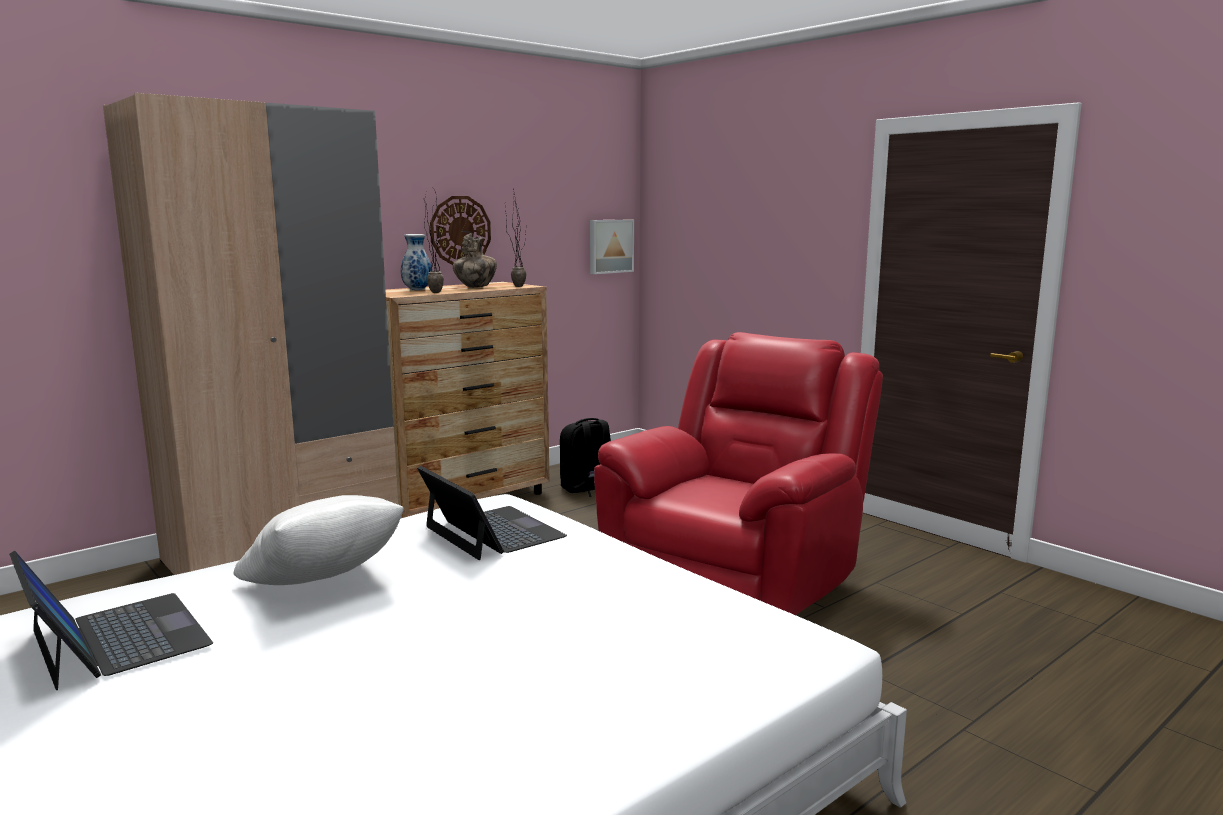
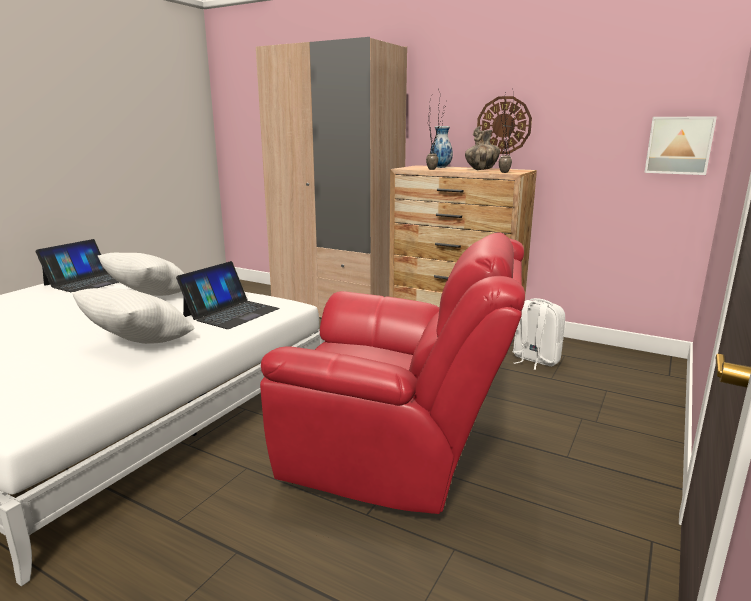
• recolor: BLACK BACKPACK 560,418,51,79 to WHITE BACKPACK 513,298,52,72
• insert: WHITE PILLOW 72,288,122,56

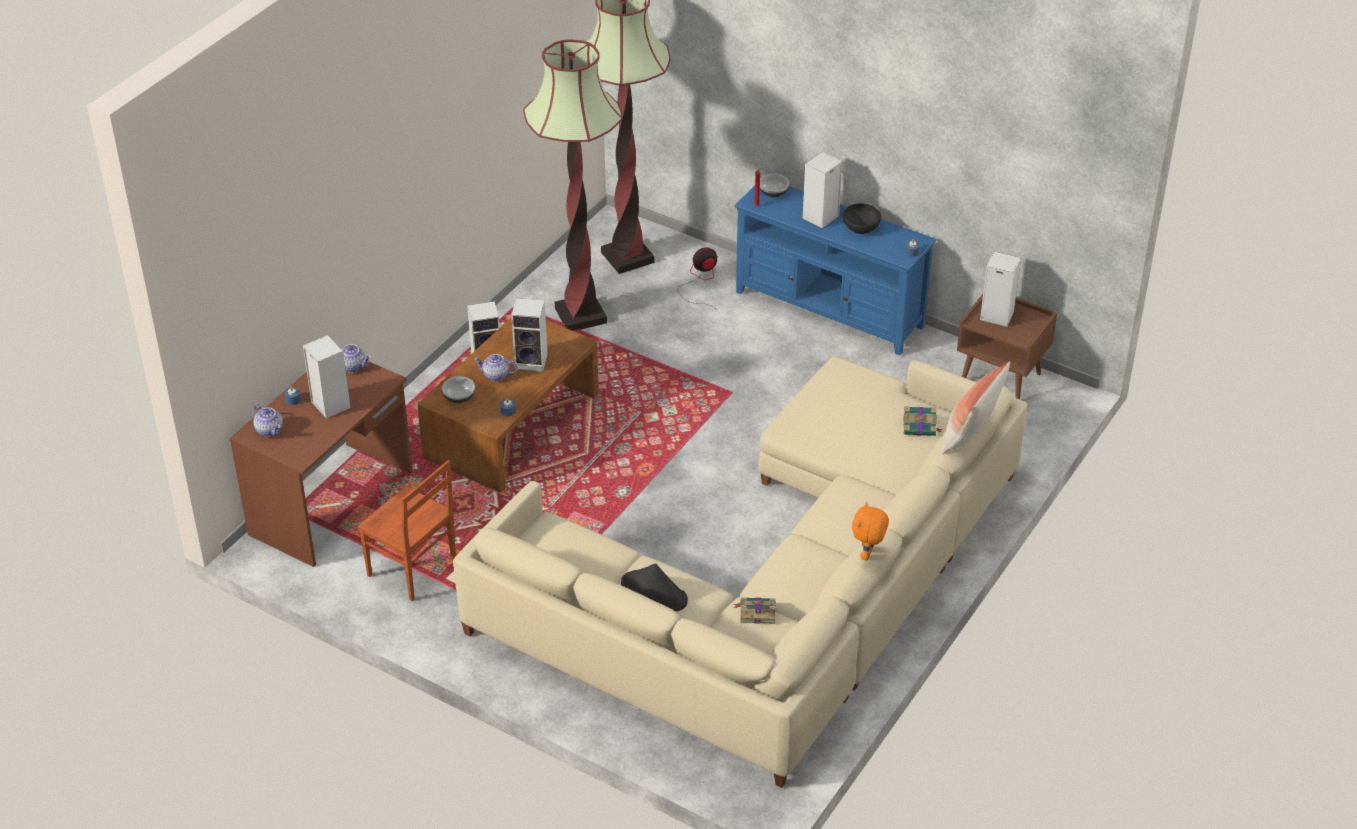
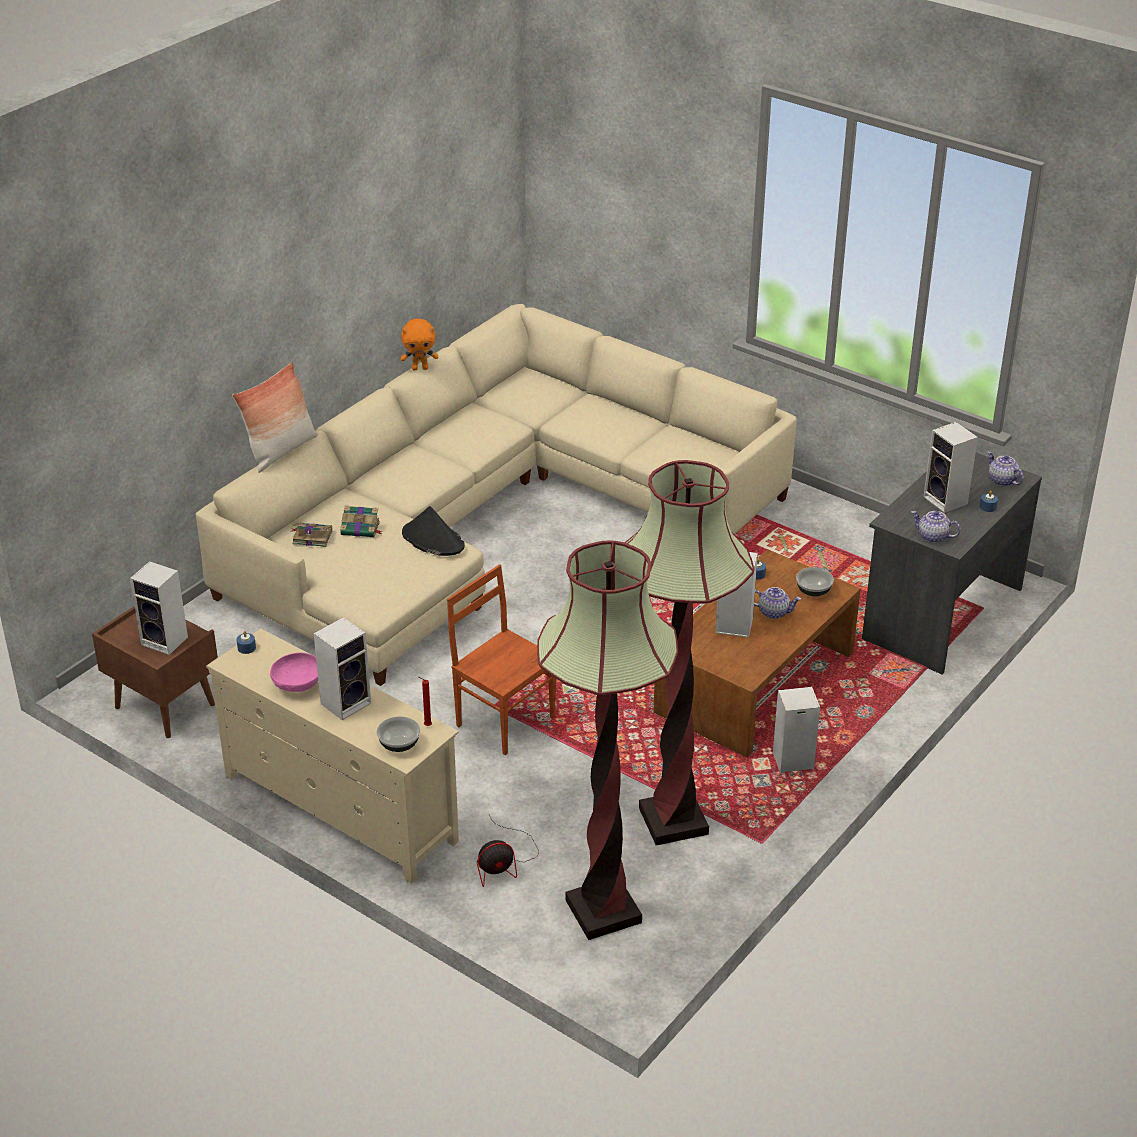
• recolor: BLUE TV STAND 734,185,203,170 to BEIGE TV STAND 206,628,253,256
• recolor: BLACK BOWL 843,203,38,31 to PINK BOWL 270,653,48,39
• recolor: BROWN DESK 229,361,184,206 to GREY DESK 862,453,180,221
• move: BROWN CHAIR 358,460,98,141 to 447,564,109,191
• rotate: ORANGE PLUSH TOY 852,502,37,59 = 401,319,37,51 60 degrees clockwise
• move: BLACK HAT 621,563,67,48 to 402,506,63,50
• move: BOOK 734,597,42,27 to 340,506,43,31

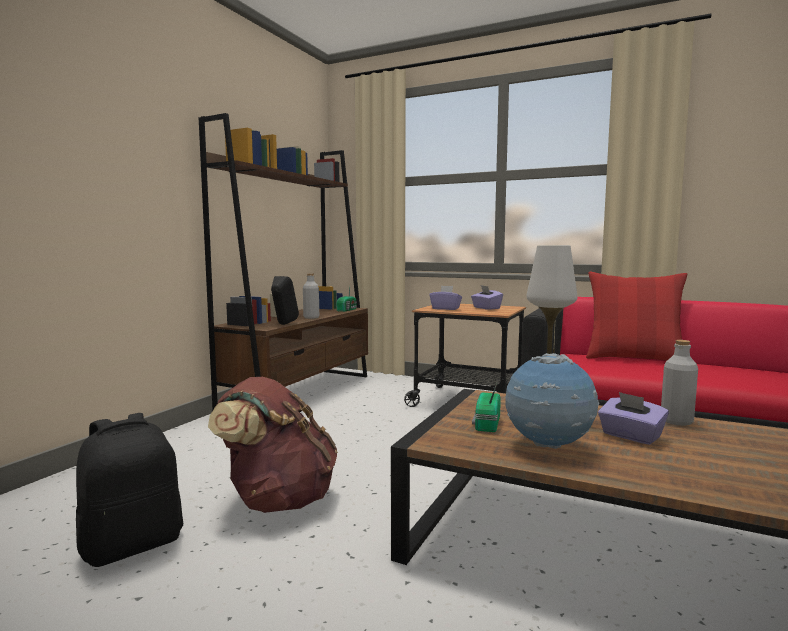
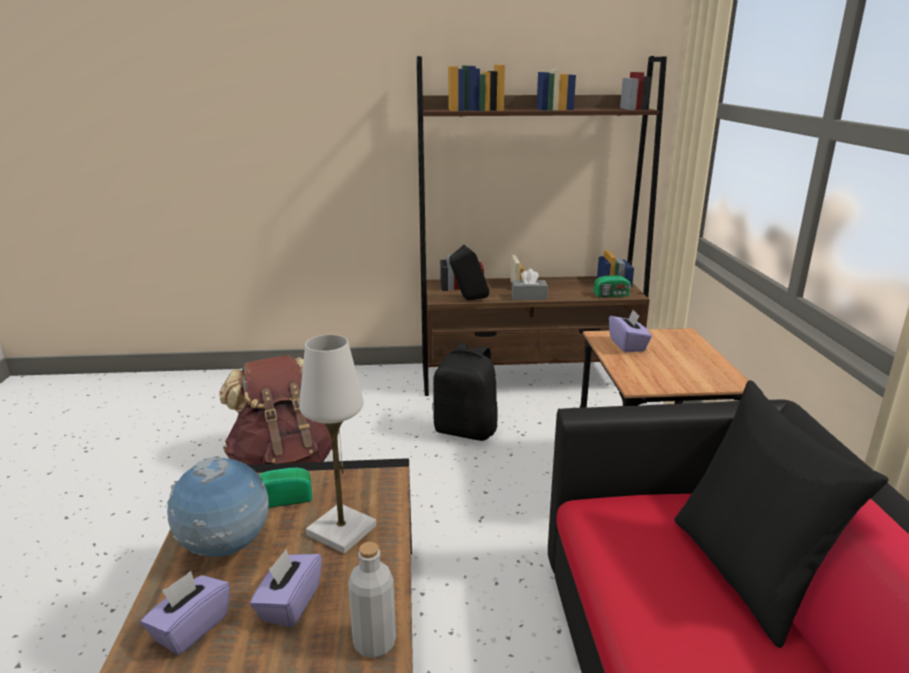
• recolor: RED PILLOW 586,272,101,89 to BLACK PILLOW 674,380,214,268
• replace: GREY BOTTLE 303,273,16,46 to GREY TISSUE BOX 512,269,36,31
• move: PURPLE TISSUE BOX 471,285,32,25 to 141,571,89,84
• move: BLACK BACKPACK 76,413,107,154 to 433,343,64,98

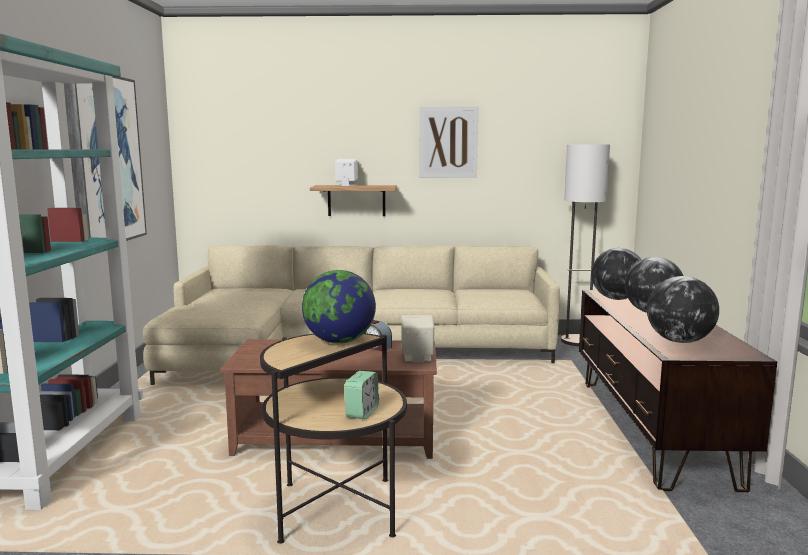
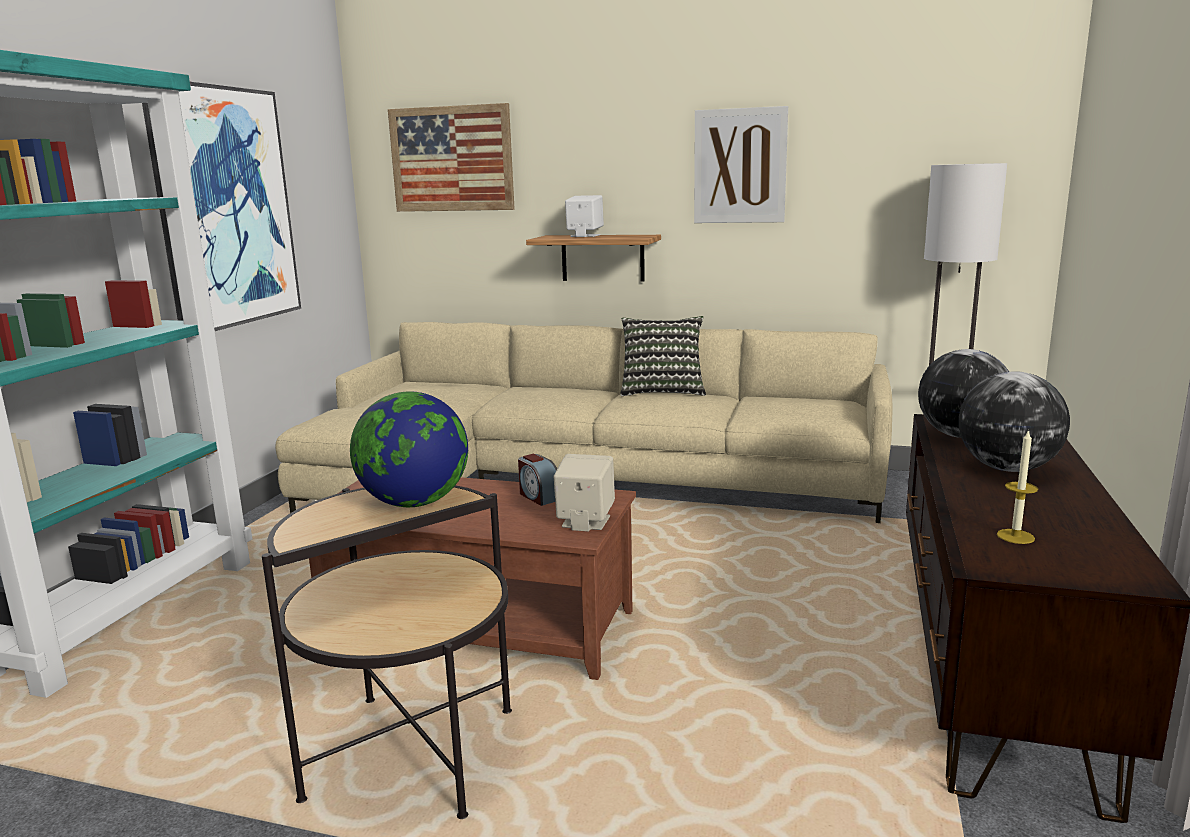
• replace: GLOBE 647,276,72,67 to CANDLE 997,429,41,115
• delete: ALARM CLOCK 344,371,35,48
• insert: PICTURE 388,103,127,109
• insert: PILLOW 620,316,86,80

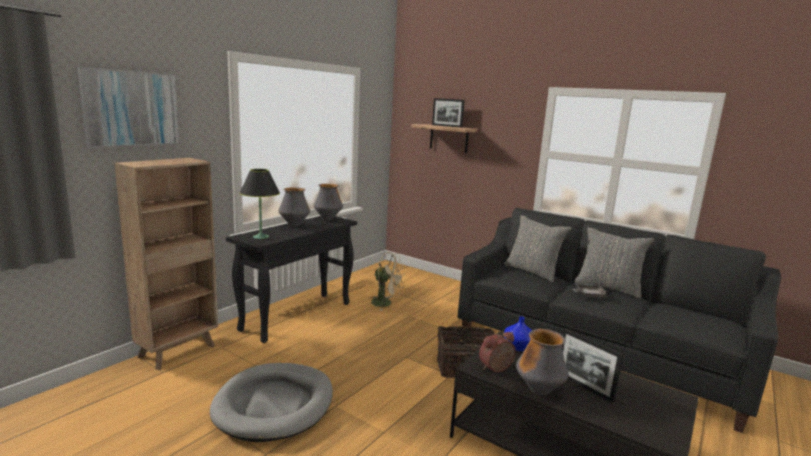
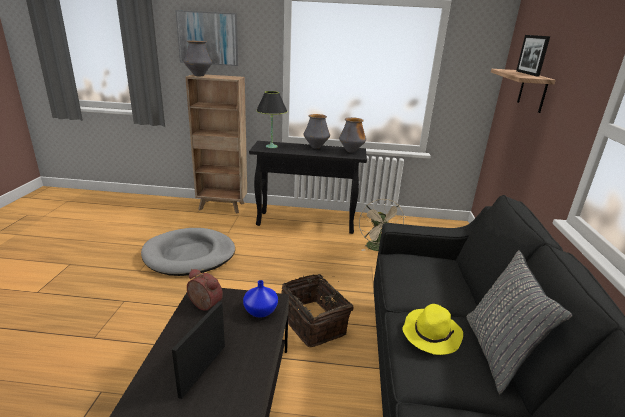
• delete: GREY PILLOW 504,215,68,68
• replace: GREY TRAY 573,283,37,15 to YELLOW HAT 402,304,61,51
• move: VASE 516,329,53,66 to 184,41,28,35

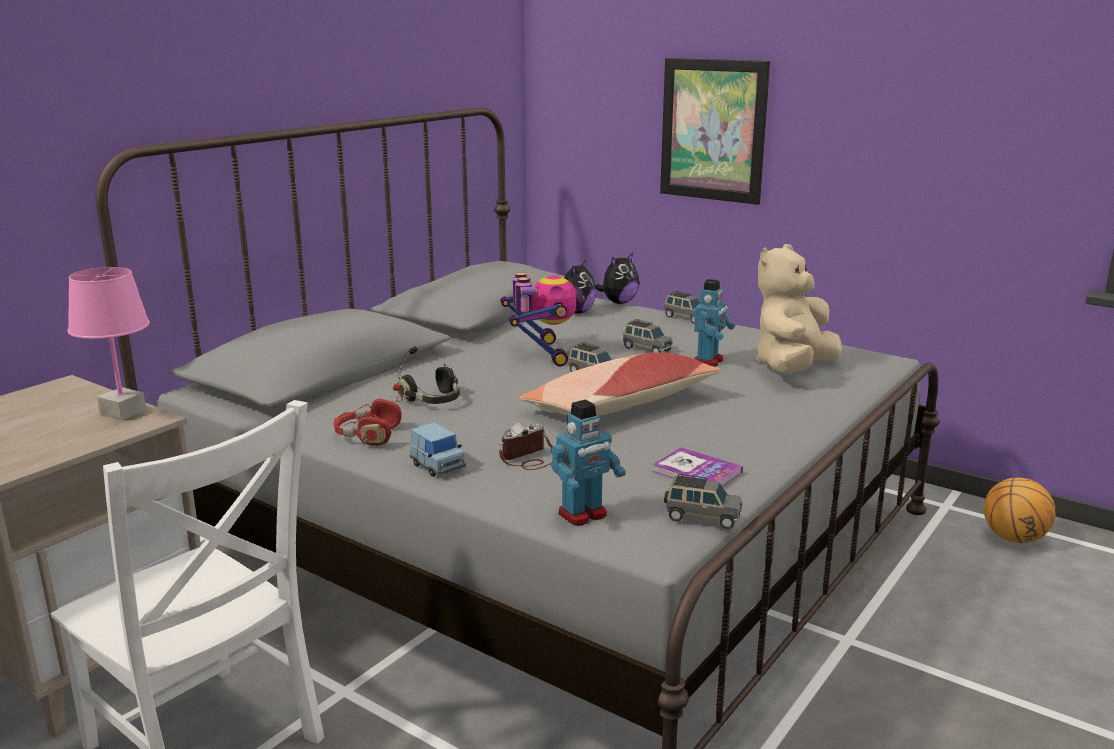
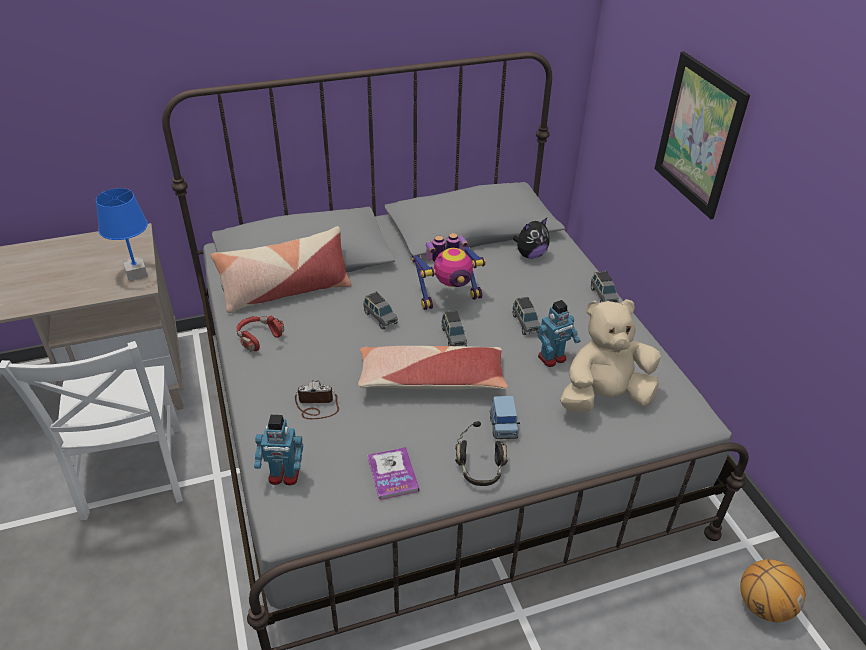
• delete: PLUSH TOY 595,252,44,52
• recolor: PINK TABLE LAMP 67,267,83,153 to BLUE TABLE LAMP 96,188,52,93
• rotate: TOY ROBOT 500,272,85,95 = 411,233,75,77 45 degrees clockwise
• move: BLACK HEADPHONES 397,346,63,58 to 455,421,53,65
• move: BLUE TOY CAR 410,423,56,54 to 490,396,30,43
• move: GREY TOY CAR 664,474,78,55 to 364,292,34,38
• insert: PILLOW 211,226,140,87

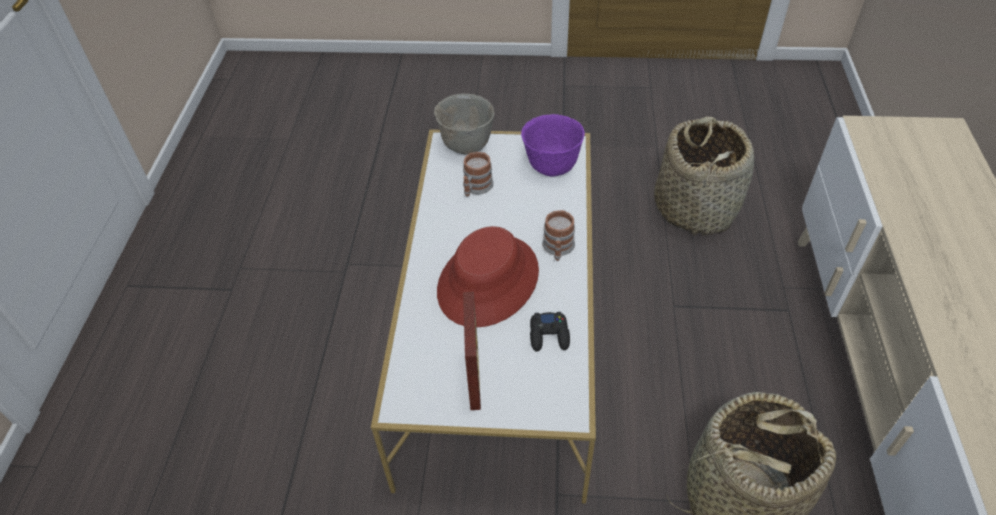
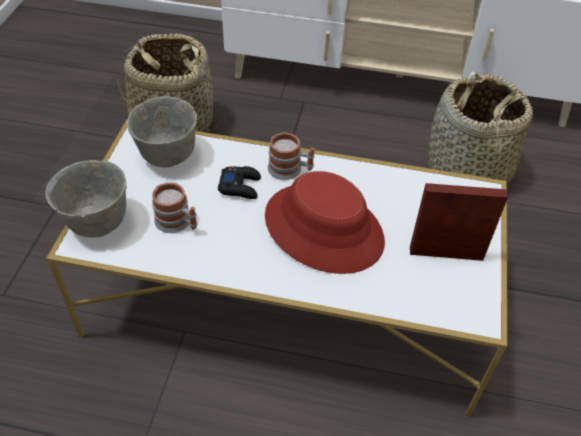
• recolor: PURPLE BOWL 521,114,64,63 to GREY BOWL 127,97,70,71
• move: BLACK GAME CONTROLLER 530,312,40,40 to 218,166,43,33

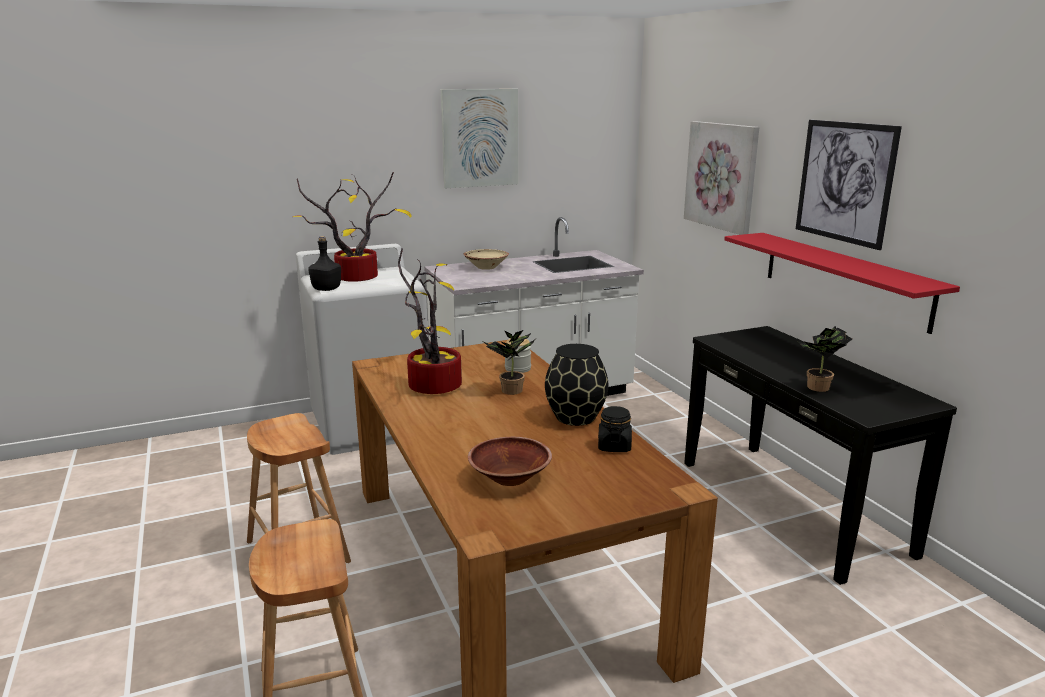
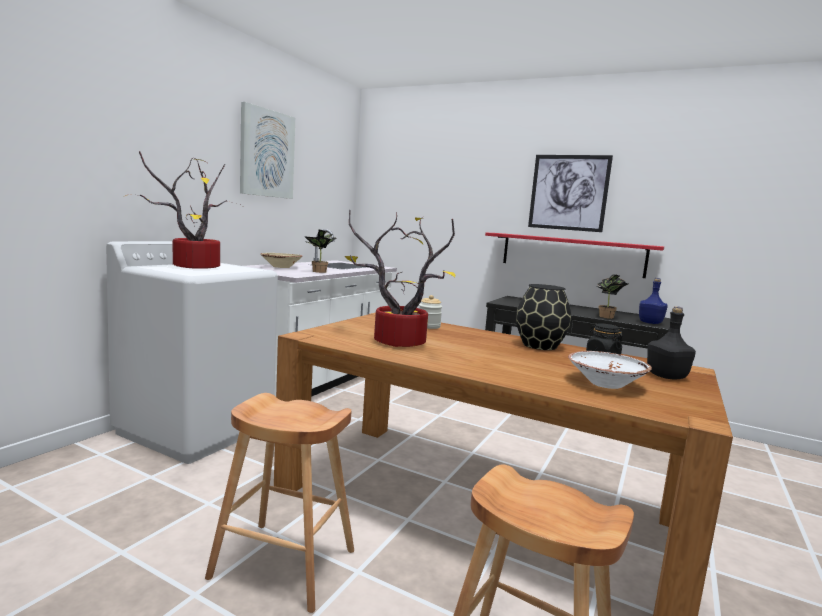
• delete: PICTURE 684,121,75,114
• move: BLACK BOTTLE 308,236,33,55 to 647,306,49,73
• move: POTTED PLANT 483,330,53,65 to 304,229,32,44
• recolor: BROWN BOWL 468,437,84,49 to WHITE BOWL 568,351,84,38
• insert: BLUE BOTTLE 639,278,29,46

